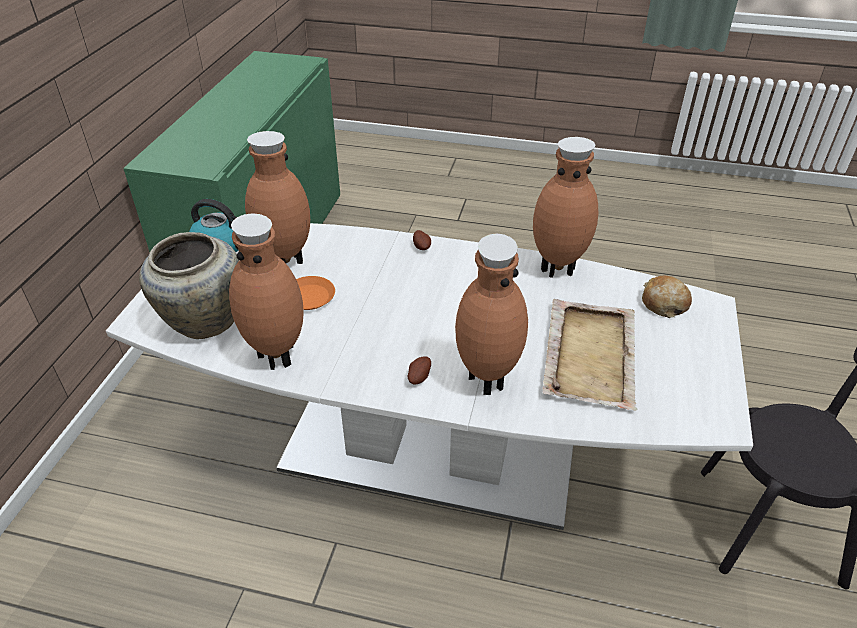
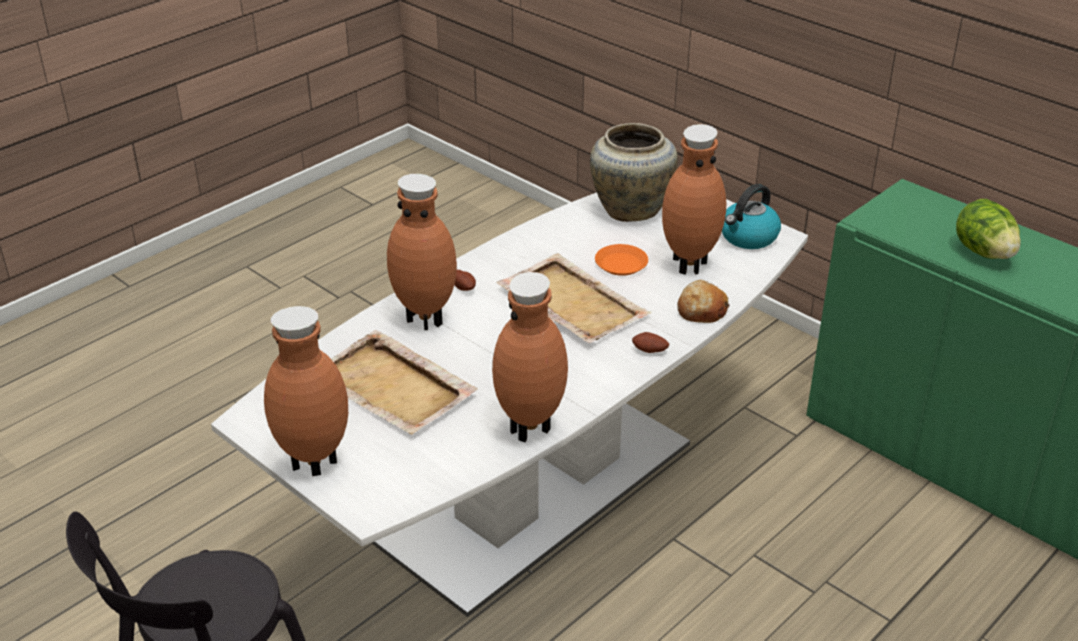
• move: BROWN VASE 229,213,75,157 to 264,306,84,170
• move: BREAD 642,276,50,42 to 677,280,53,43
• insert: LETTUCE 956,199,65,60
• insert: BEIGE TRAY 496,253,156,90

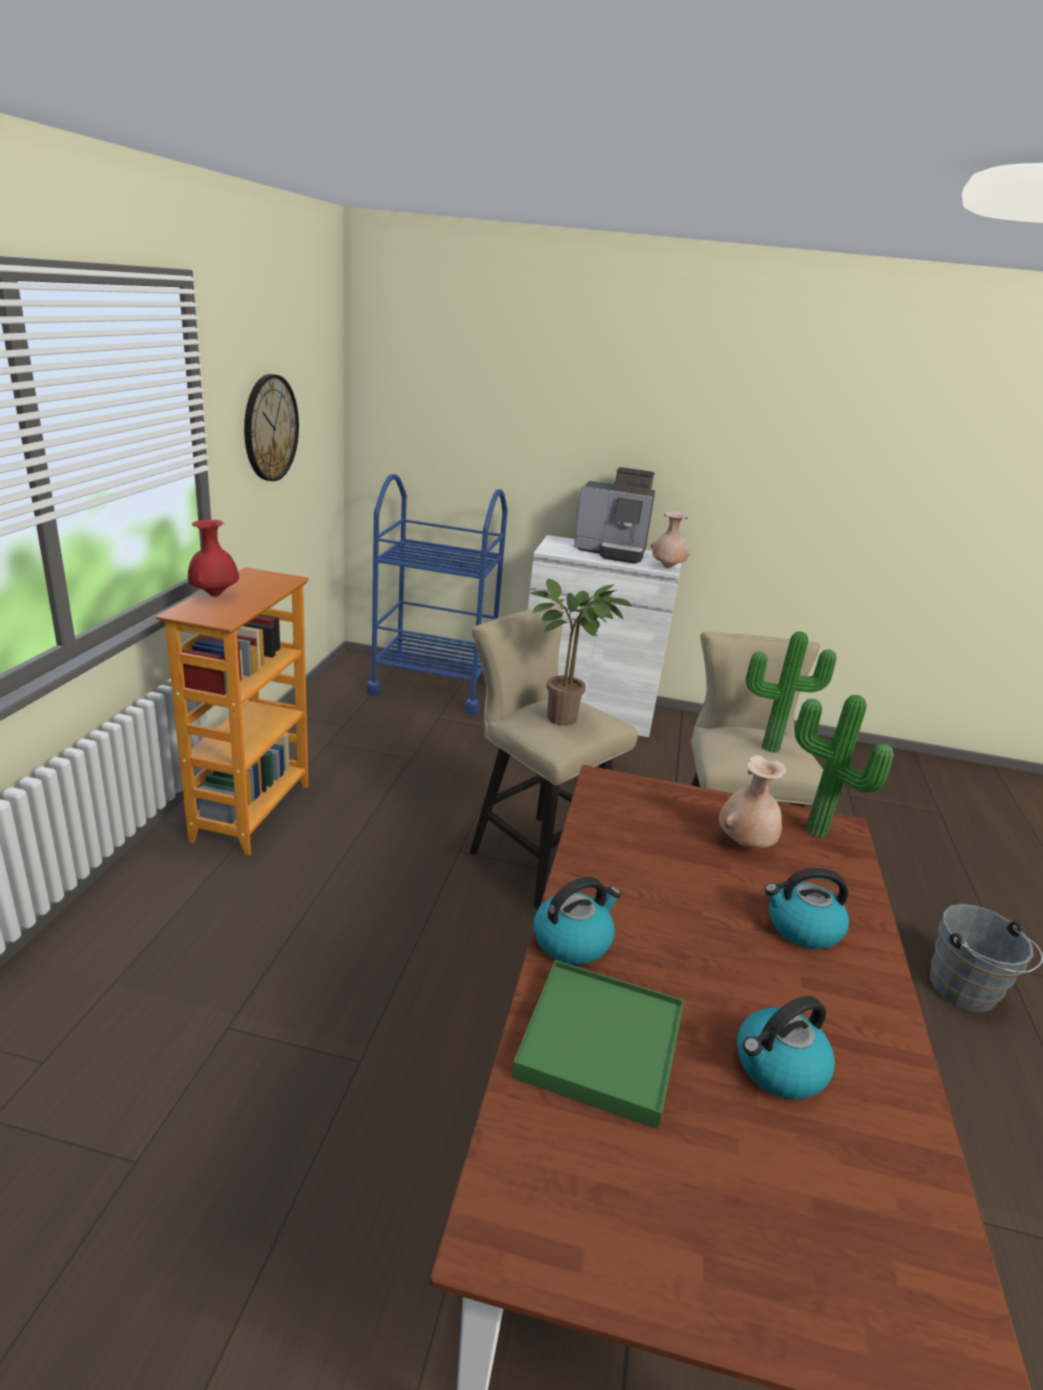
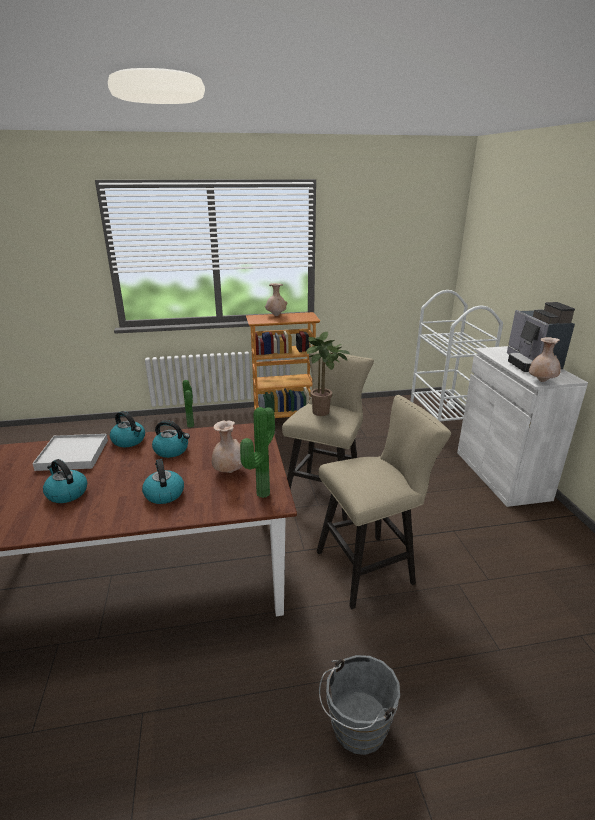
• delete: WALL CLOCK 244,374,55,107
• recolor: BLUE CART 367,474,141,240 to WHITE CART 411,290,92,132
• recolor: RED VASE 188,520,51,77 to BEIGE VASE 265,283,22,33
• move: POTTED PLANT 746,631,91,122 to 183,380,11,48
• recolor: GREEN TRAY 512,960,172,169 to WHITE TRAY 32,434,76,37
• insert: KETTLE 152,420,38,38

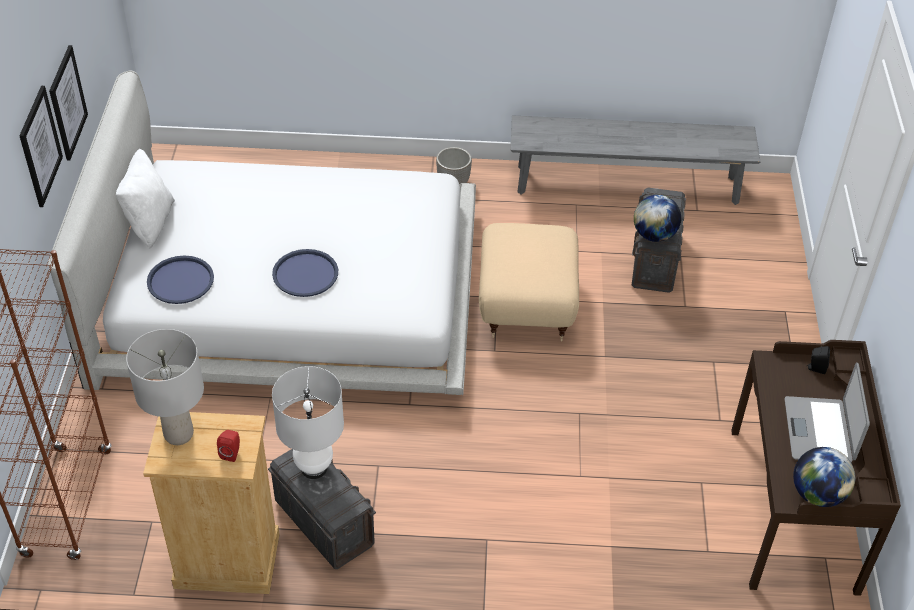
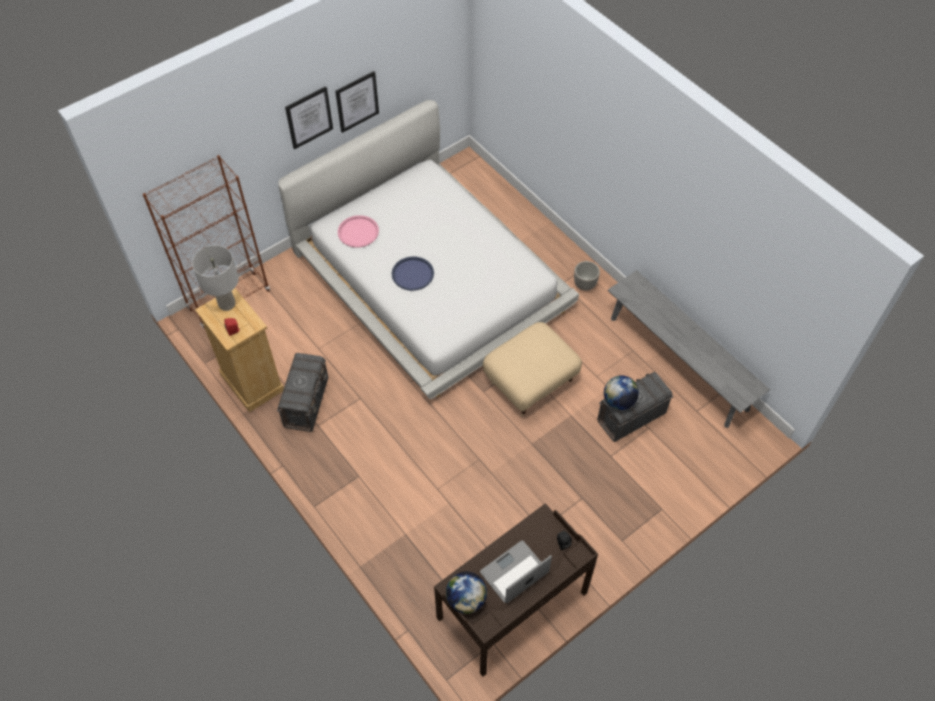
• delete: WHITE PILLOW 116,149,59,100
• recolor: BLUE TRAY 147,256,67,48 to PINK TRAY 338,215,41,33
• delete: WHITE TABLE LAMP 272,366,72,113

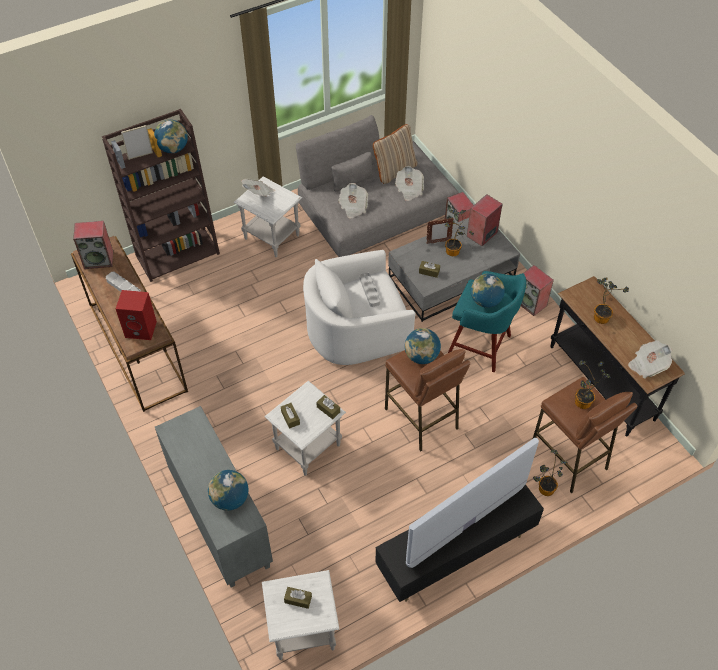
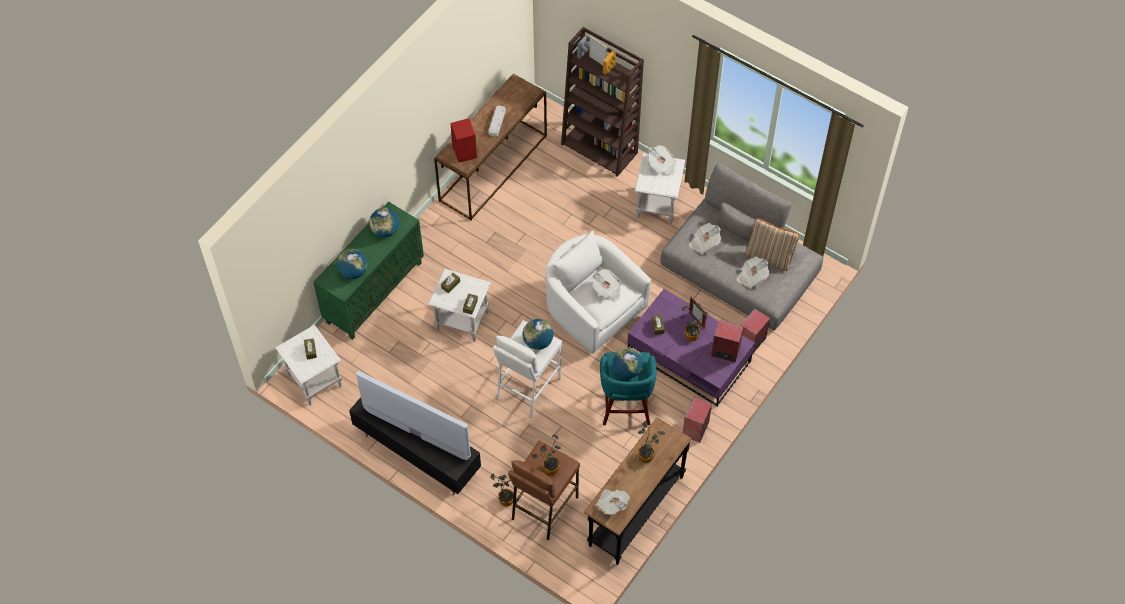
• move: GLOBE 154,120,34,33 to 369,208,30,29
• recolor: GREY COFFEE TABLE 388,218,132,104 to PURPLE COFFEE TABLE 627,289,128,118
• delete: SPEAKER 73,221,40,48
• replace: GREY TRAY 360,273,20,34 to NEWSPAPER 592,269,30,31
• recolor: BROWN STOOL 385,349,85,102 to WHITE STOOL 493,320,69,98
• recolor: GREY CABINET 155,406,118,182 to GREEN CABINET 313,202,111,138

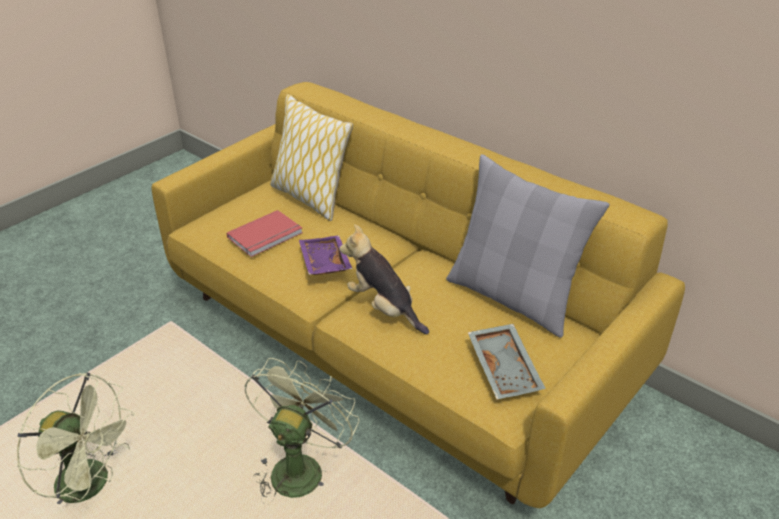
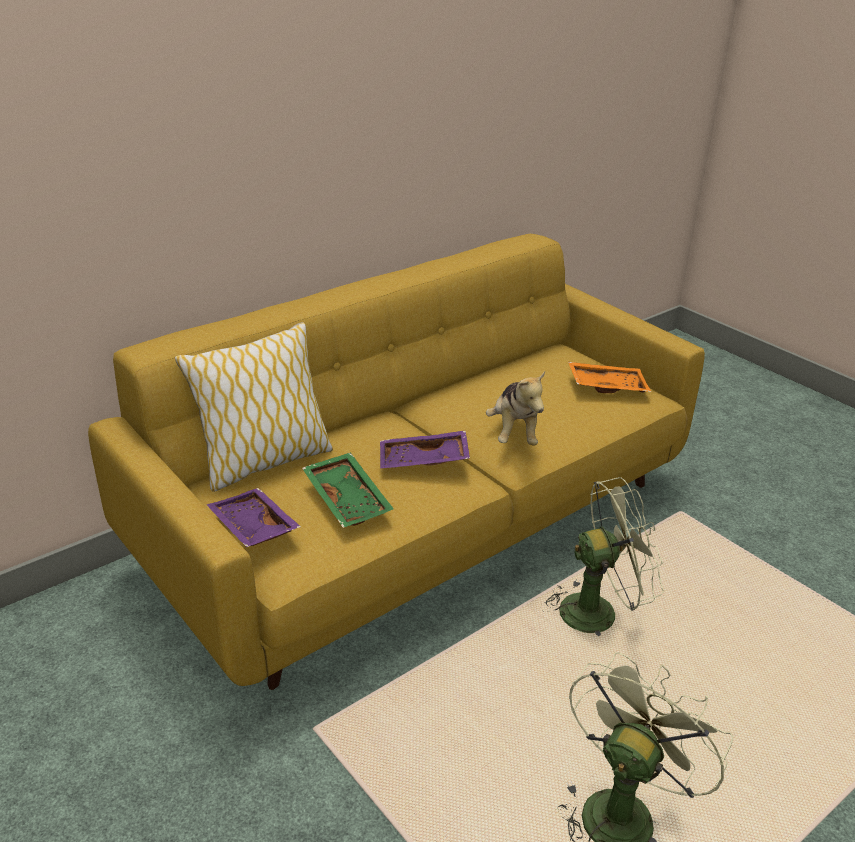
• delete: GREY PILLOW 446,154,164,184
• replace: RED BOOK 227,210,76,47 to GREEN TRAY 302,452,92,76
• rotate: PLUSH TOY 339,224,90,110 = 486,371,59,75 60 degrees counterclockwise
• recolor: GREY TRAY 468,324,78,76 to ORANGE TRAY 568,362,83,31
• rotate: GREEN FAN 244,358,115,146 = 544,477,120,159 135 degrees clockwise
• insert: PURPLE TRAY 207,488,94,59

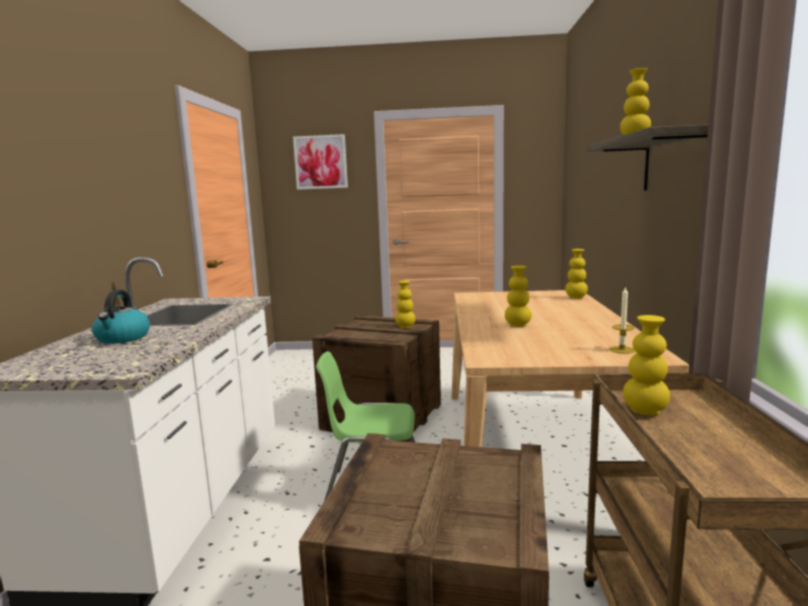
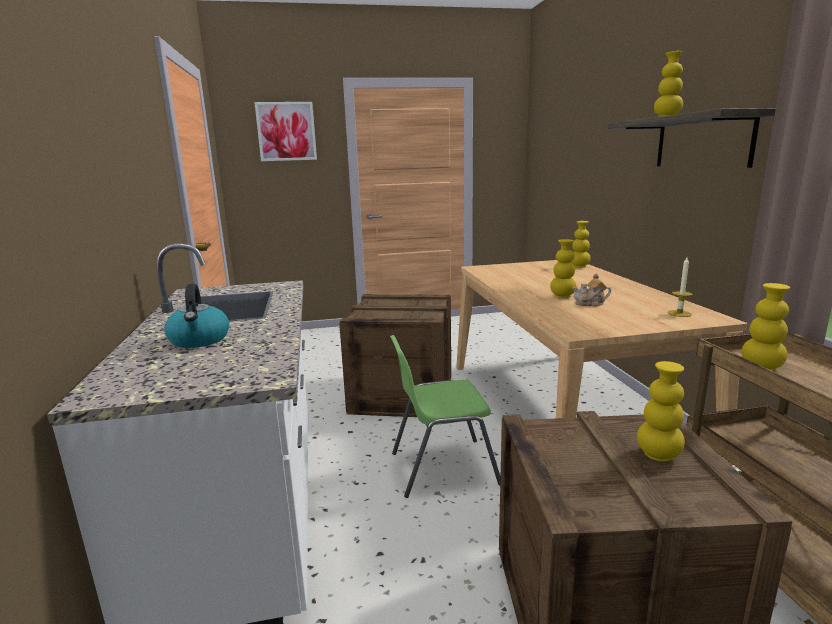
• move: YELLOW VASE 395,281,21,47 to 637,361,48,101
• insert: TEAPOT 572,274,39,32

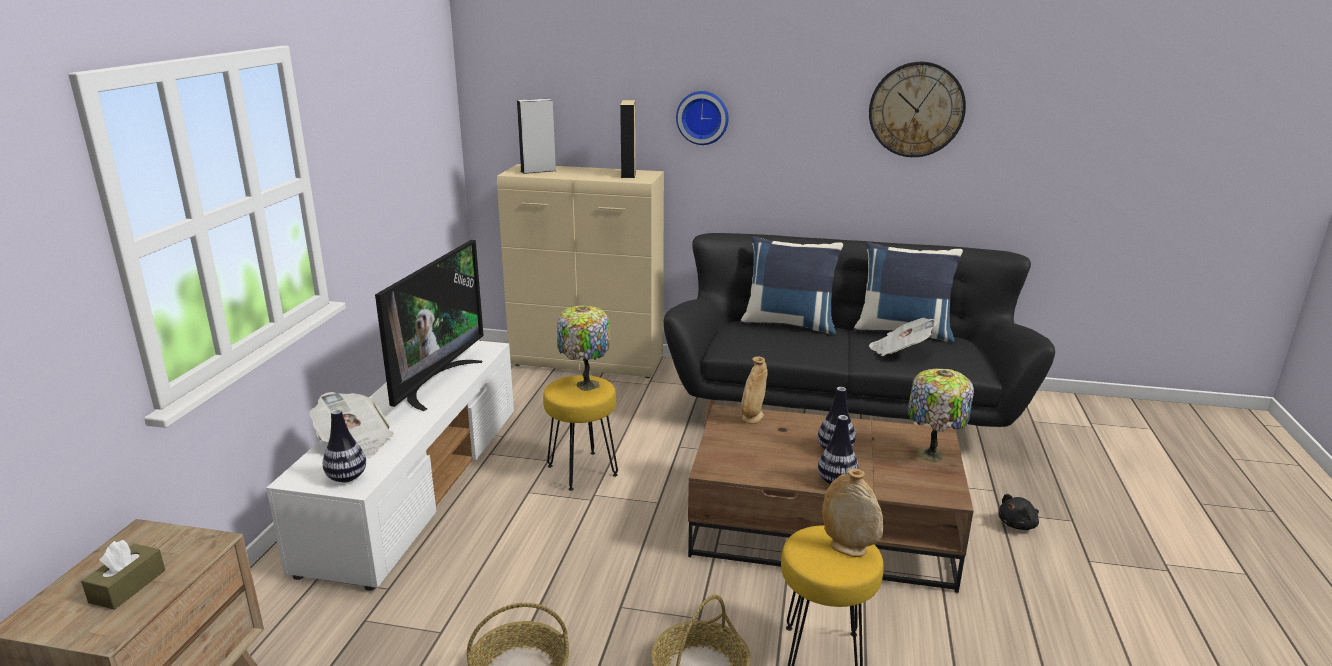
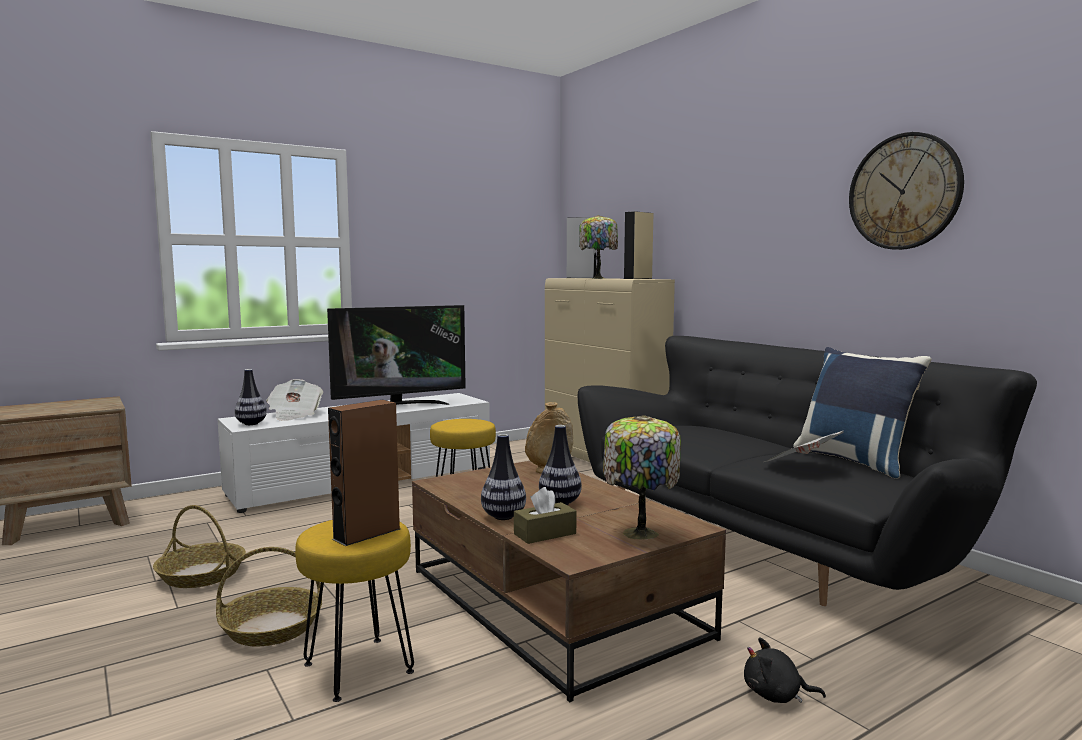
• delete: WALL CLOCK 676,91,53,54
• delete: BLUE PILLOW 740,236,103,99
• move: TABLE LAMP 557,305,53,86 to 579,215,39,64
• replace: BEIGE VASE 822,468,61,89 to BROWN SPEAKER 328,400,72,146
• move: BROWN TISSUE BOX 81,540,84,70 to 514,487,62,57

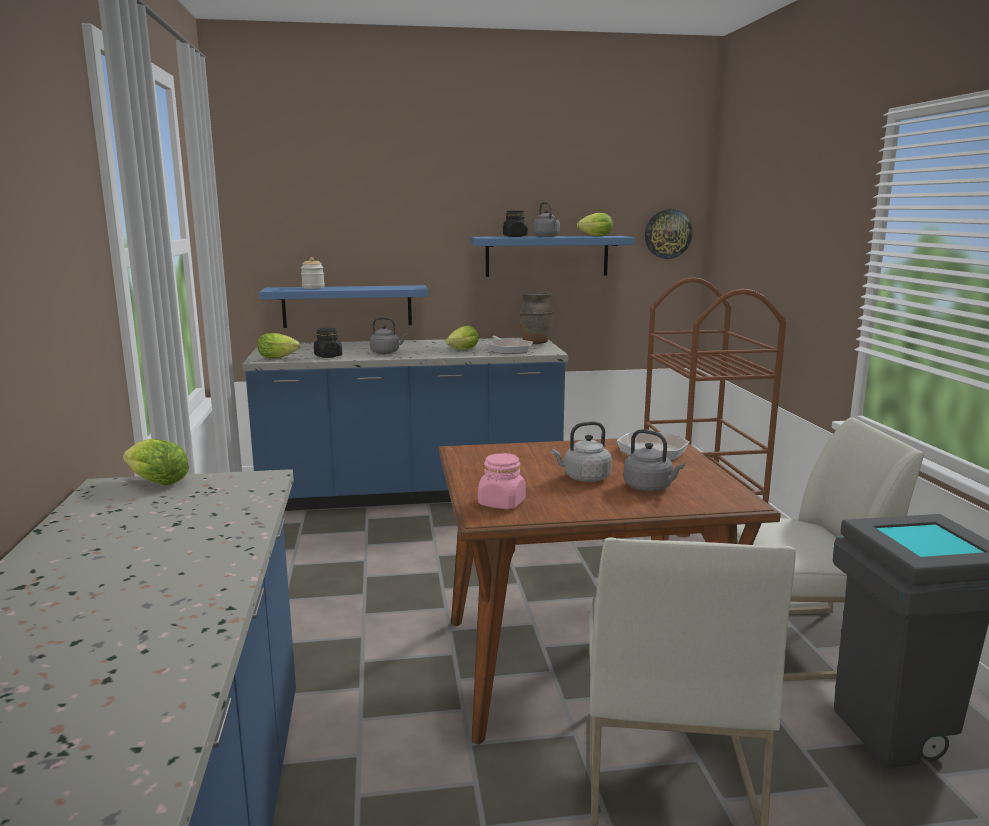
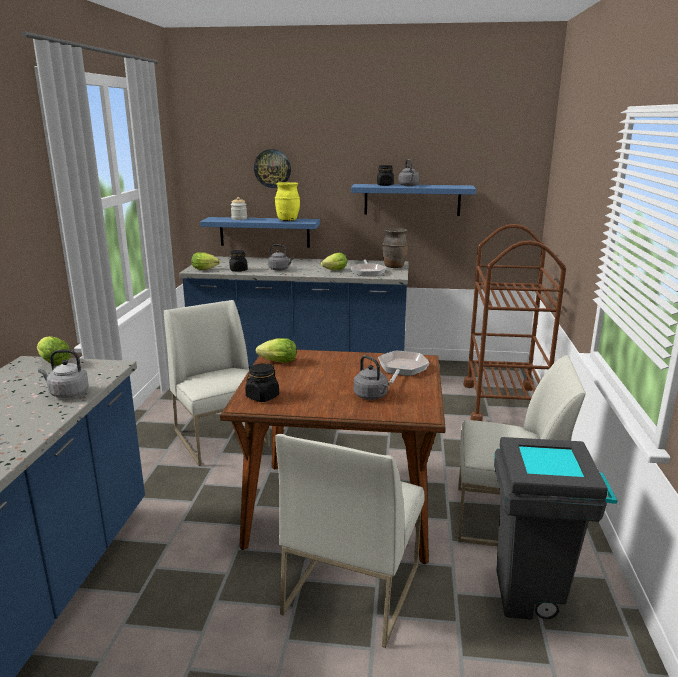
• move: WALL CLOCK 645,209,48,50 to 254,149,37,39
• move: LETTUCE 577,213,36,23 to 255,338,42,25
• move: GREY KETTLE 551,422,61,60 to 38,350,51,48
• recolor: PINK JAR 478,453,48,56 to BLACK JAR 245,363,34,39
• insert: YELLOW VASE 275,182,25,39
• insert: WHITE CHAIR 164,300,106,166

